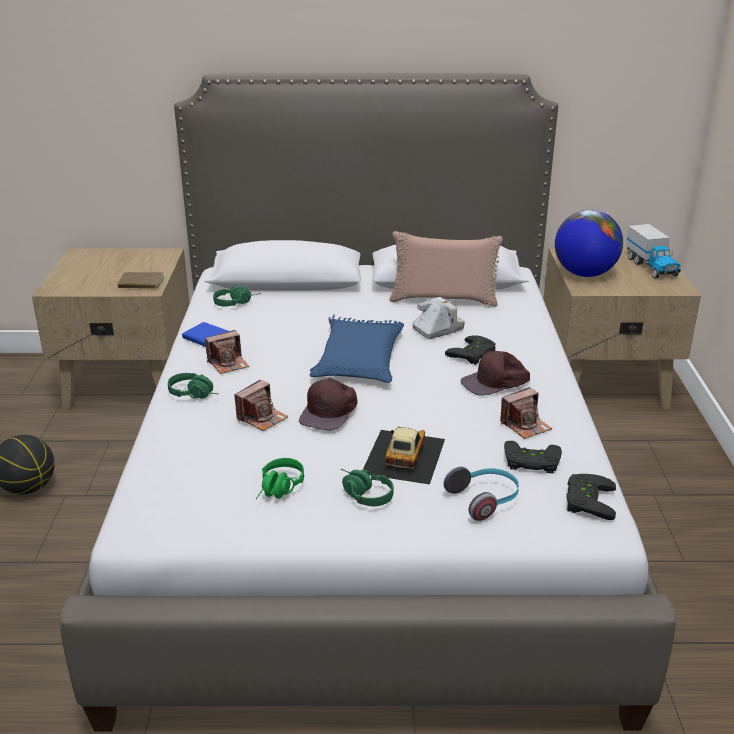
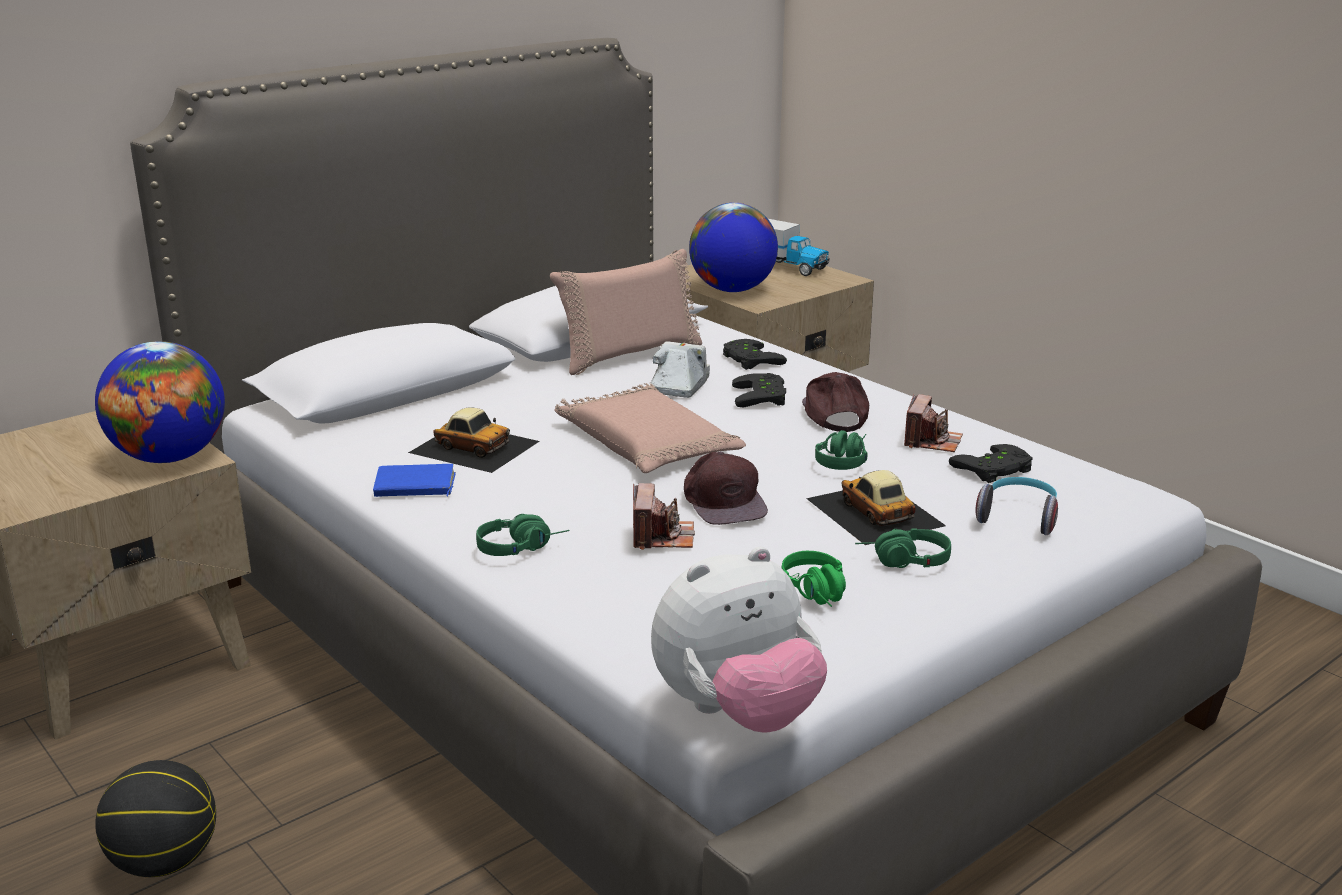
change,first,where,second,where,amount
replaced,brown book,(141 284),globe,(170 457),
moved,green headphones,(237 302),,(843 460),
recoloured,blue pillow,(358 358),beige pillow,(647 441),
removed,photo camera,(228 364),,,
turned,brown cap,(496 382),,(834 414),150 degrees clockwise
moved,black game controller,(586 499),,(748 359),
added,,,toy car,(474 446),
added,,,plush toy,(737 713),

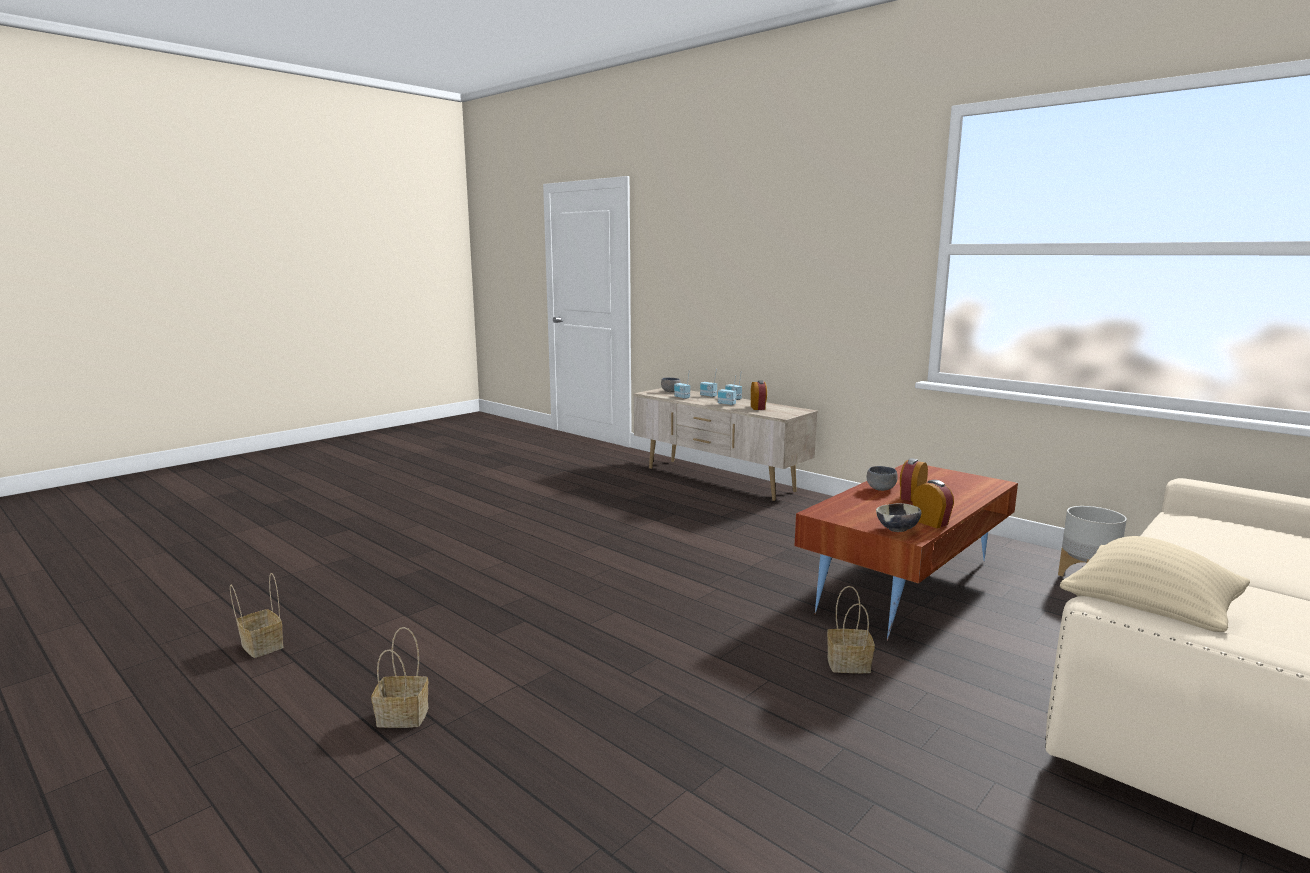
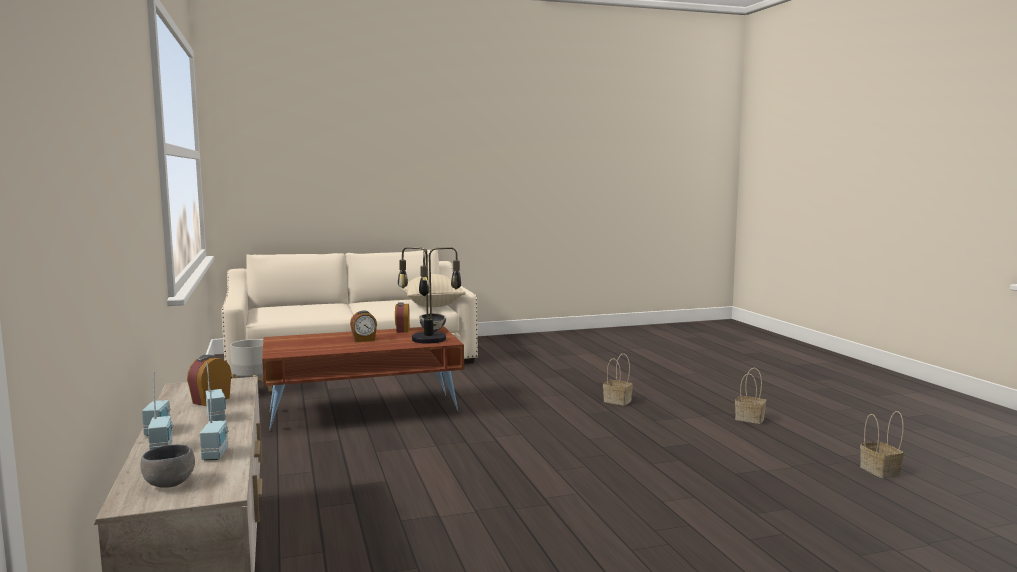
change,first,where,second,where,amount
removed,grey bowl,(881 489),,,
moved,basket,(847 665),,(618 401),
added,,,table lamp,(428 339),

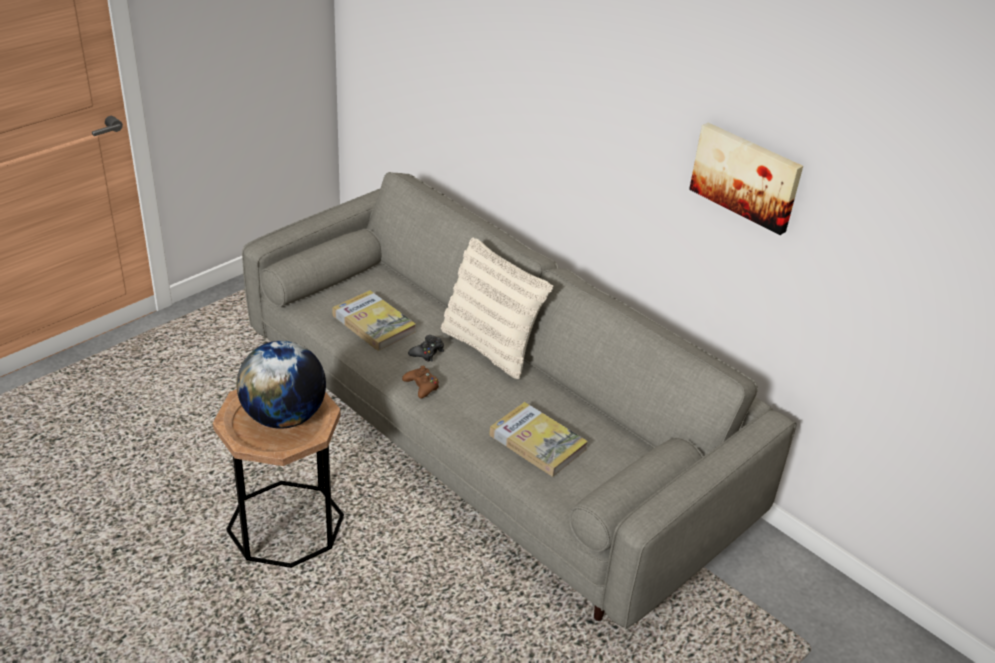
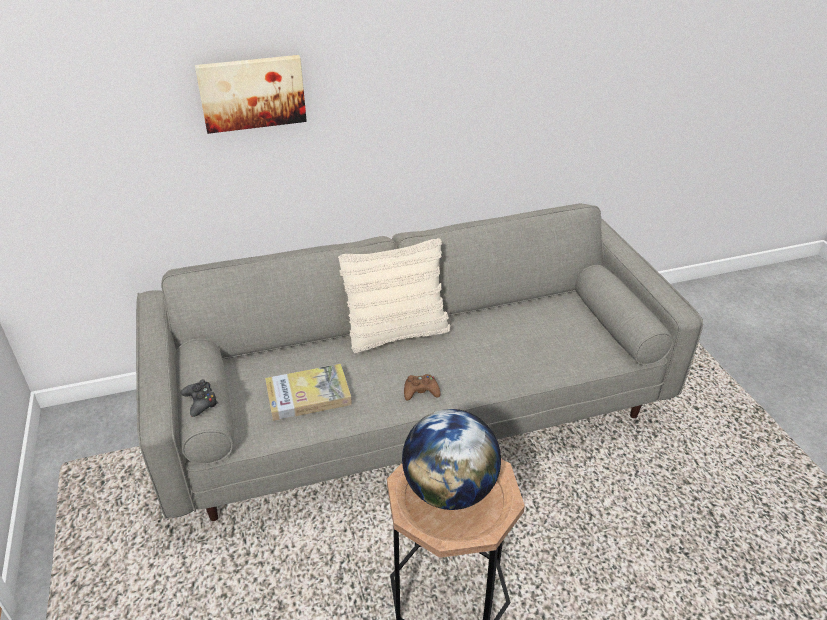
change,first,where,second,where,amount
moved,picture,(746 176),,(252 92),
moved,black game controller,(427 352),,(201 402),
removed,book,(537 442),,,

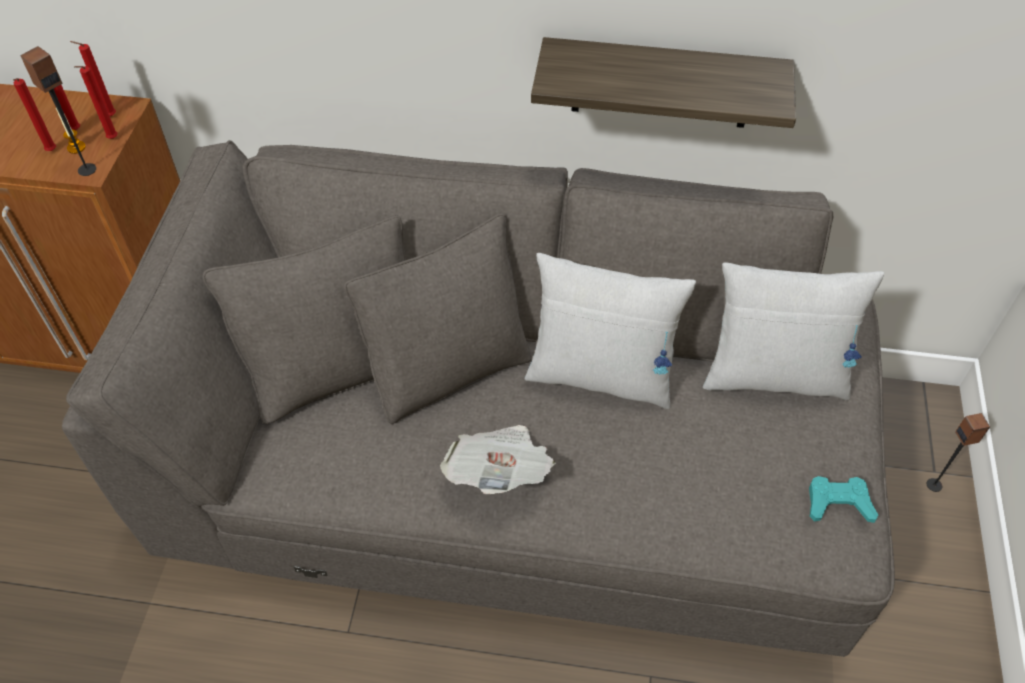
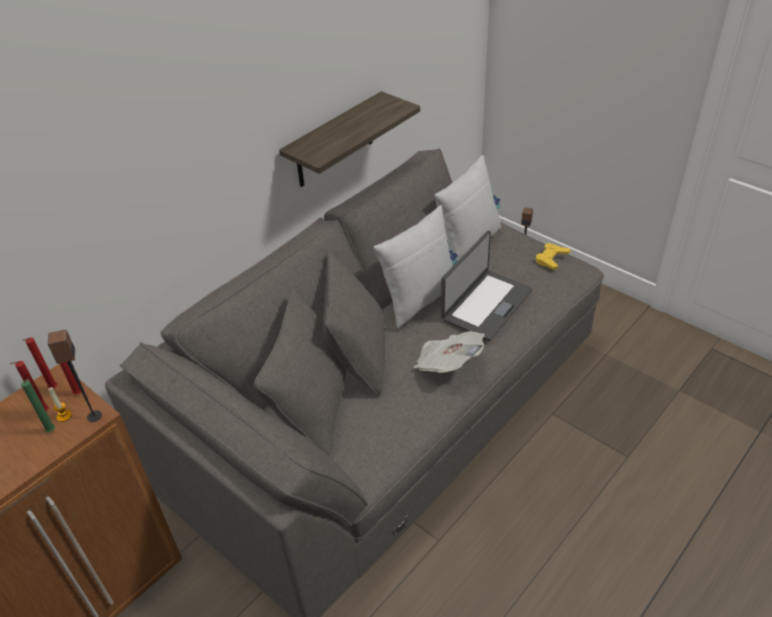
change,first,where,second,where,amount
recoloured,red candle,(51 152),green candle,(52 431),
recoloured,turquoise game controller,(838 503),yellow game controller,(551 259),
added,,,laptop,(486 304),

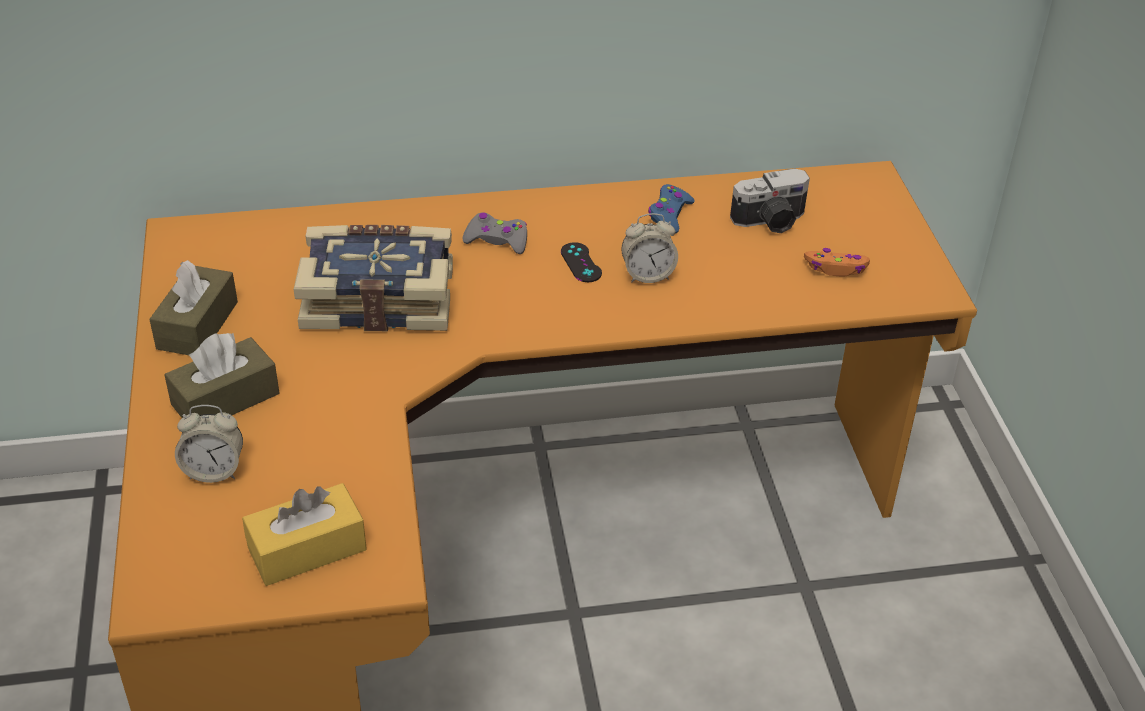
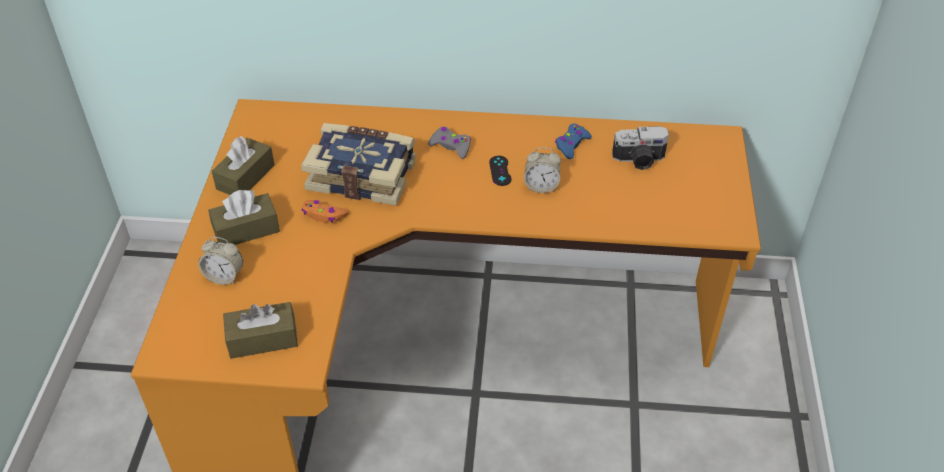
change,first,where,second,where,amount
moved,orange game controller,(836 268),,(324 215),
recoloured,yellow tissue box,(307 549),brown tissue box,(262 339),

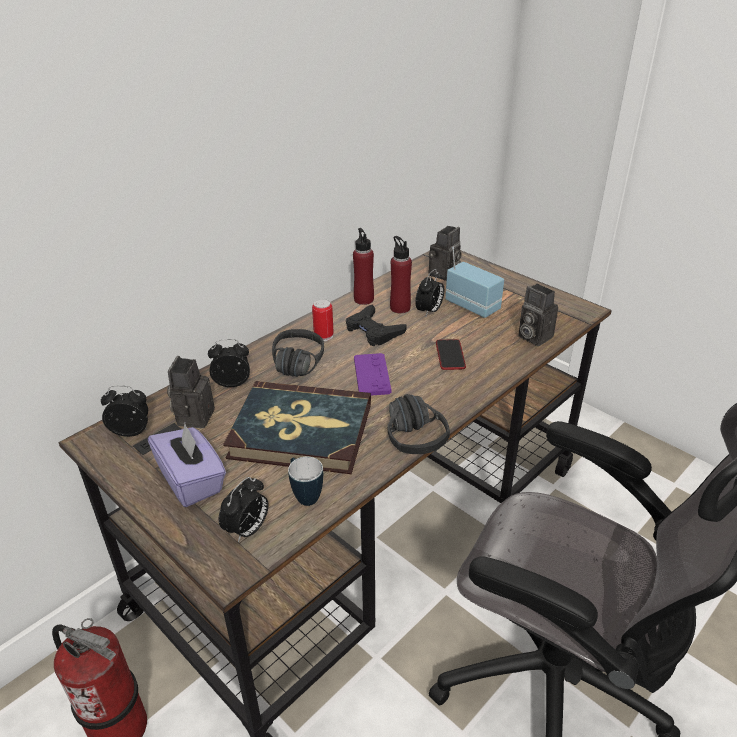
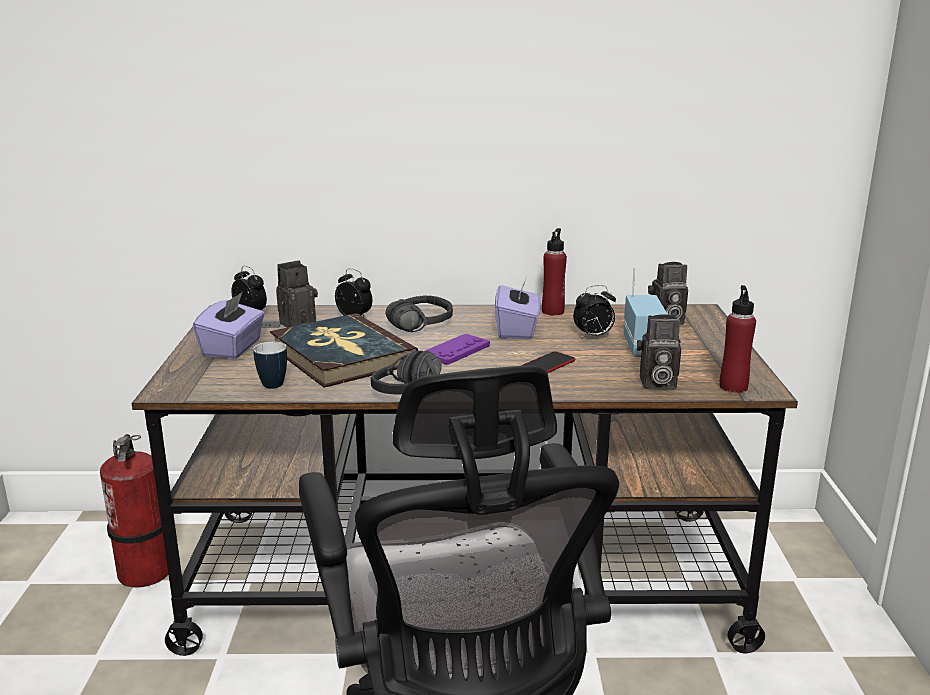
change,first,where,second,where,amount
moved,red bottle,(400 308),,(733 387),
turned,photo camera,(532 336),,(655 384),90 degrees counterclockwise
removed,can,(323 336),,,
replaced,black game controller,(373 331),purple tissue box,(517 330),
removed,alarm clock,(247 530),,,

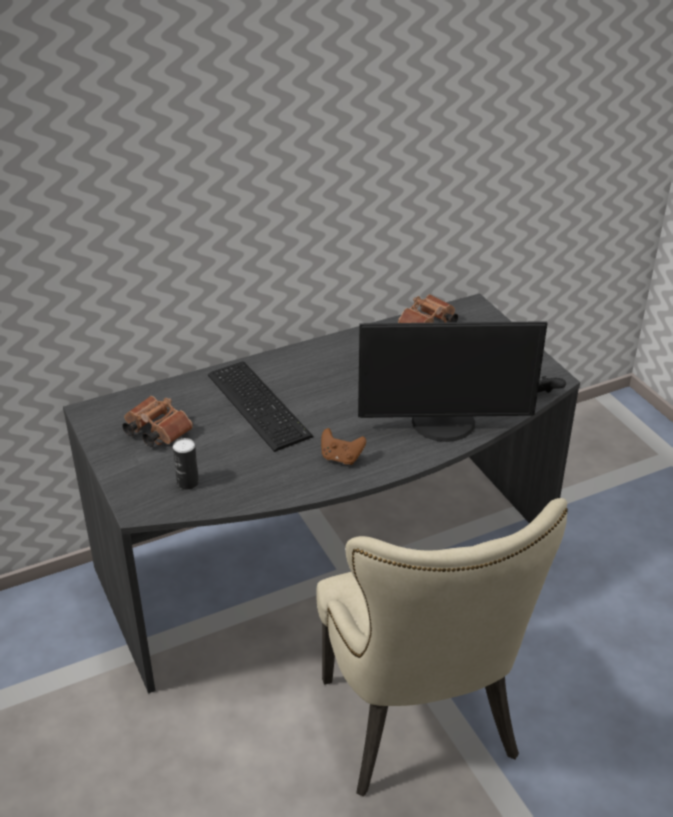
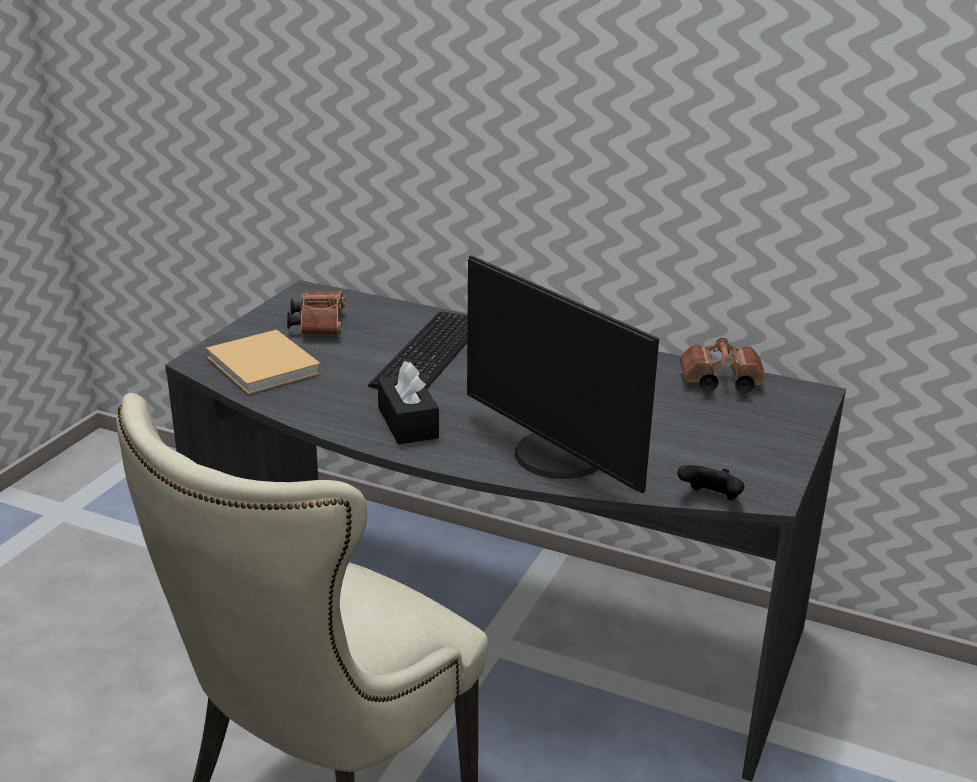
change,first,where,second,where,amount
replaced,brown game controller,(341 458),black tissue box,(408 423),
replaced,can,(188 483),beige book,(265 367),

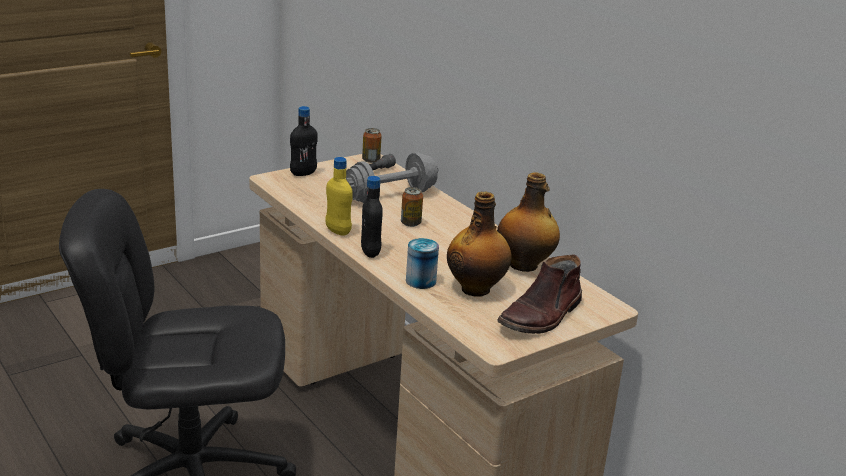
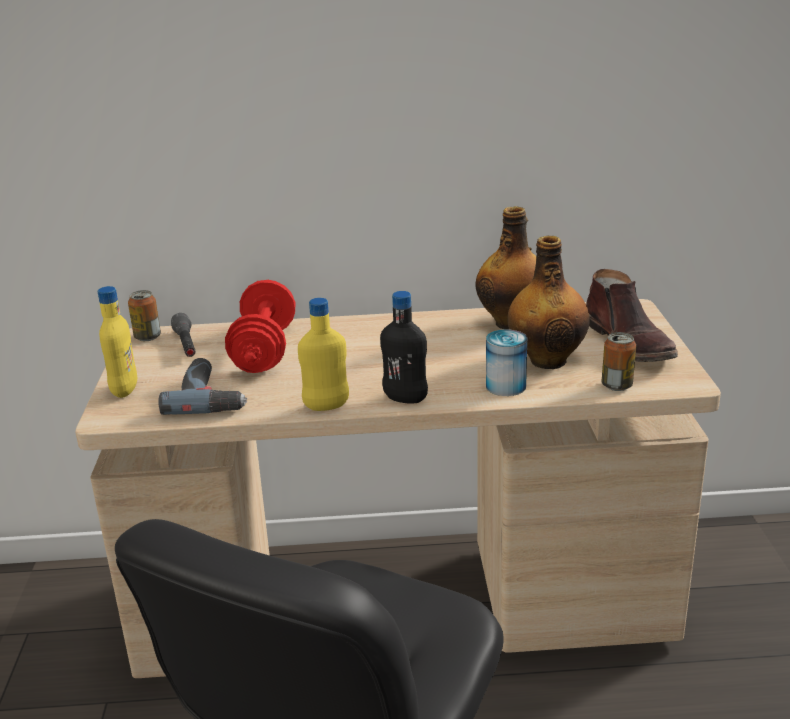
change,first,where,second,where,amount
recoloured,black bottle,(303 173),yellow bottle,(124 390),
recoloured,grey dumbbell,(390 195),red dumbbell,(264 350),
moved,can,(410 223),,(617 385),
added,,,power drill,(211 396),

